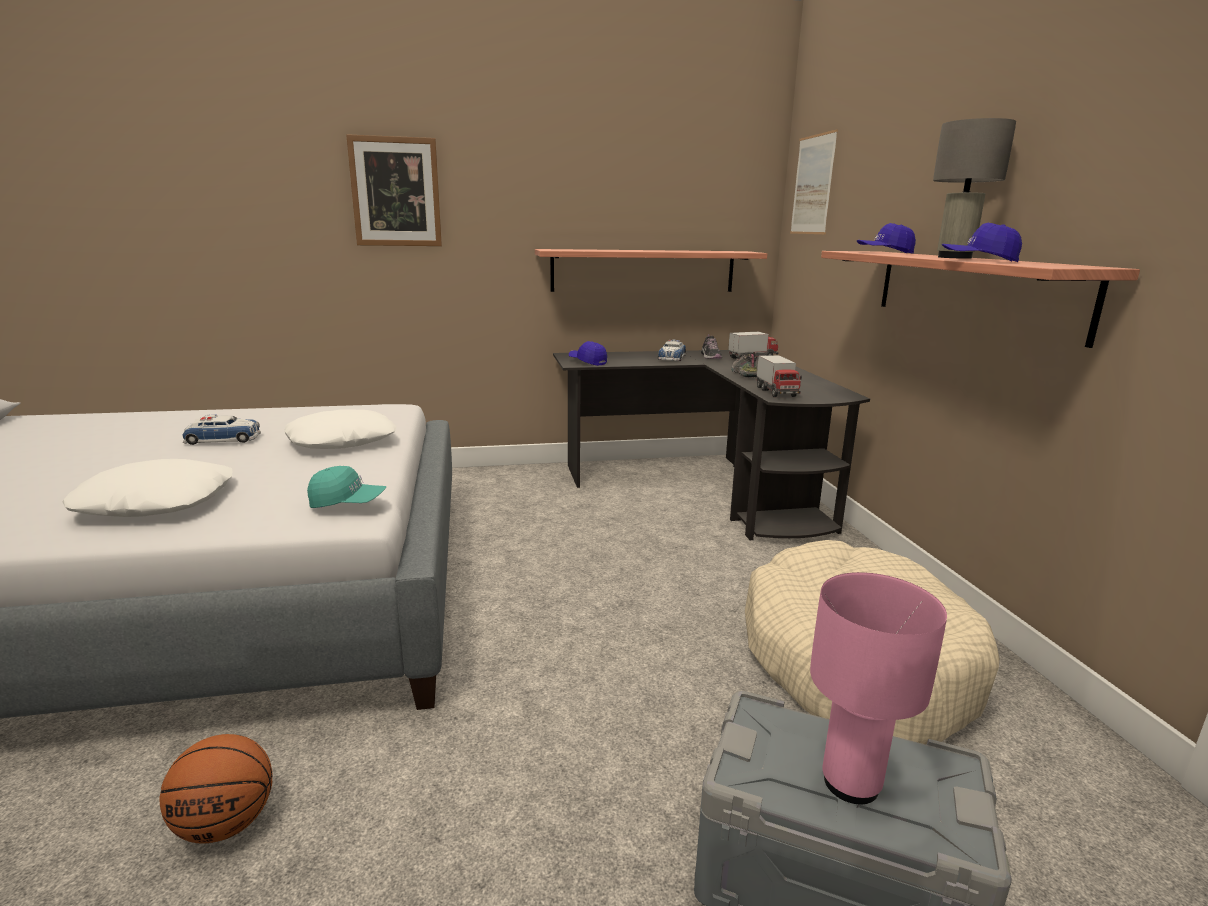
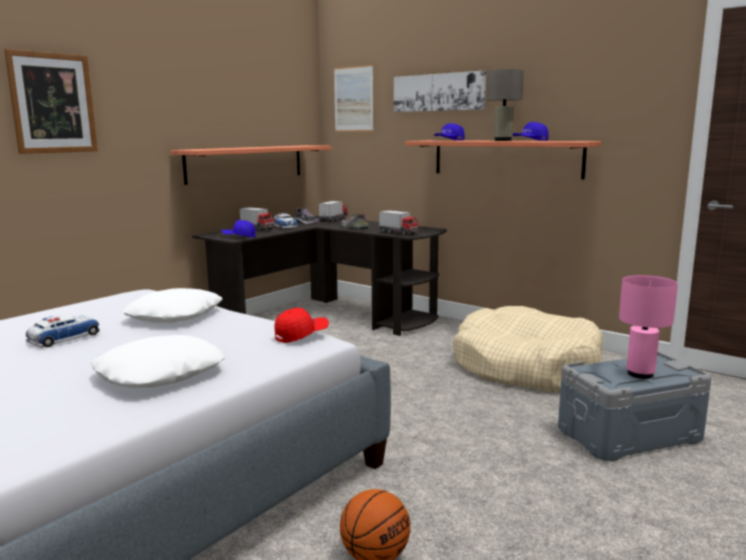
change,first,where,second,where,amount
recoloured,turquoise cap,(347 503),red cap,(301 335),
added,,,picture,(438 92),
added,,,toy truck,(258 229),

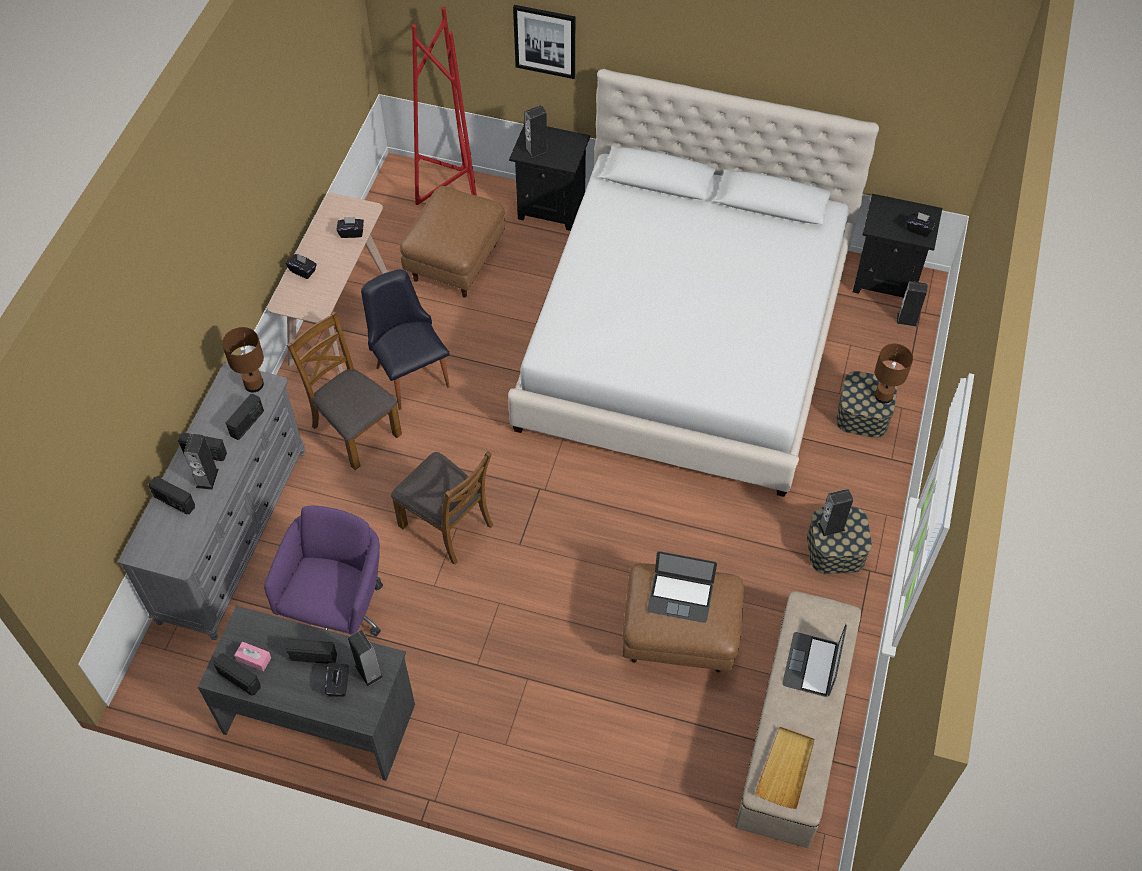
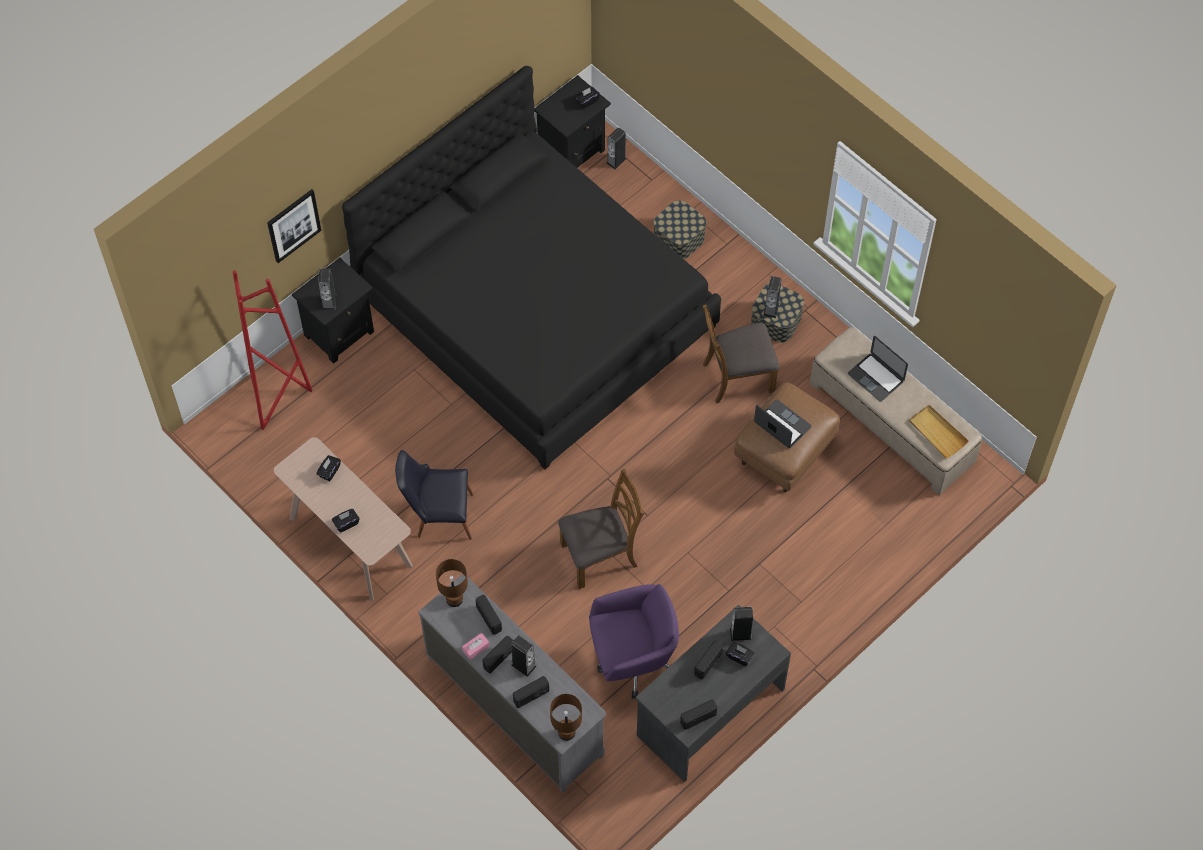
change,first,where,second,where,amount
recoloured,white bed,(685 338),black bed,(535 311),
removed,brown ottoman,(455 262),,,
moved,brown chair,(355 430),,(737 377),
moved,brown table lamp,(883 396),,(566 733),
turned,purple office chair,(339 615),,(633 663),120 degrees clockwise
turned,laptop,(680 597),,(782 424),90 degrees counterclockwise
moved,pink tissue box,(254 659),,(476 648),

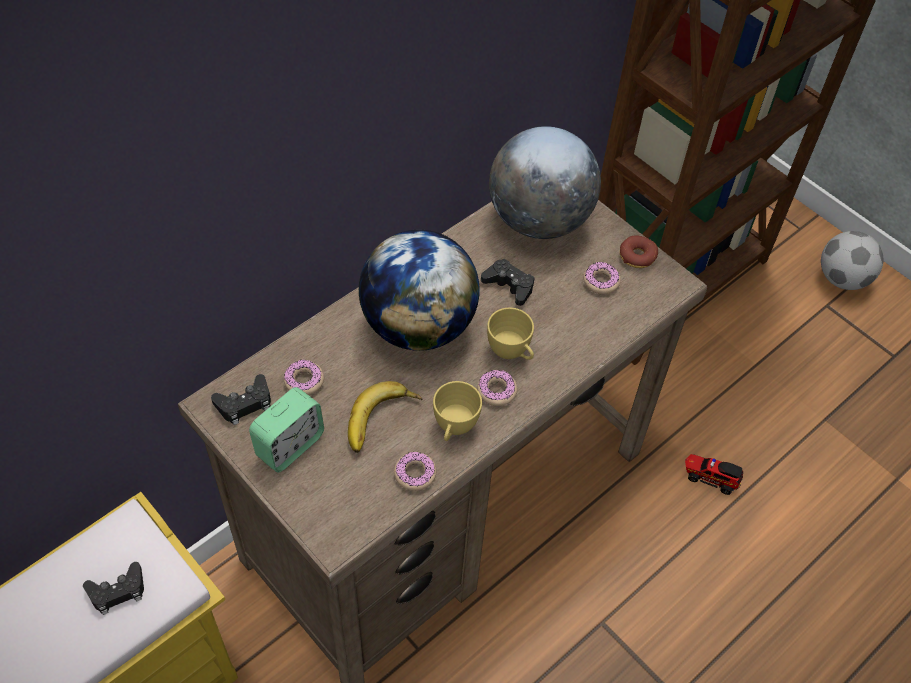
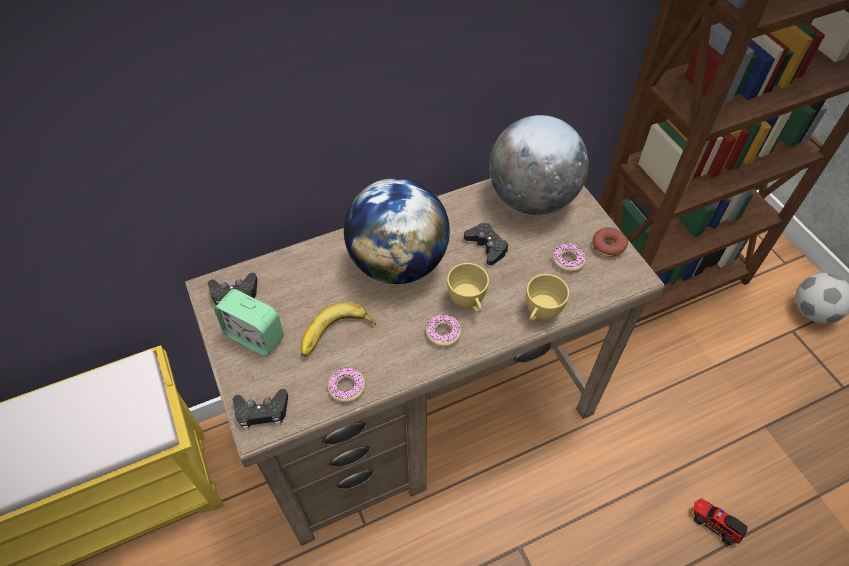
change,first,where,second,where,amount
removed,donut,(304 381),,,
moved,yellow cup,(454 428),,(540 314),
turned,alarm clock,(290 445),,(255 336),60 degrees clockwise
moved,toy truck,(710 477),,(714 523),
moved,black game controller,(117 591),,(262 412),

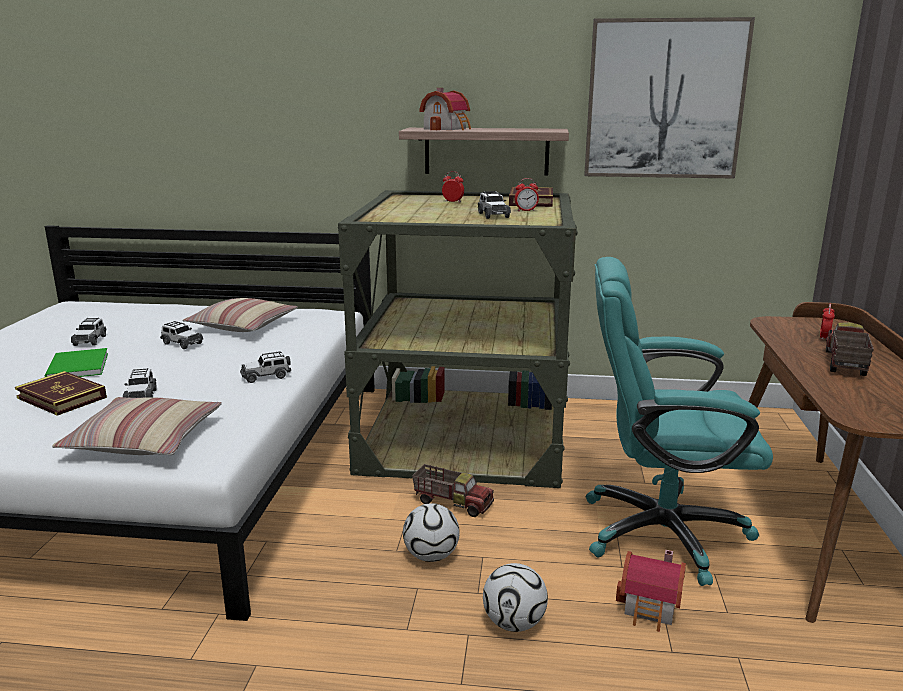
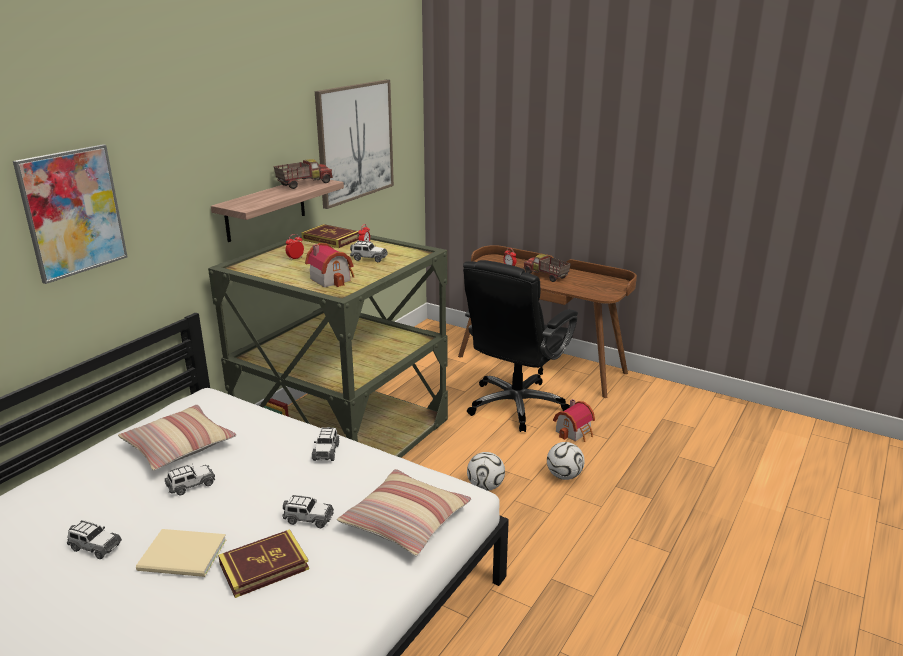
change,first,where,second,where,amount
moved,toy house,(448 128),,(332 279),
recoloured,turquoise office chair,(663 532),black office chair,(516 404),
recoloured,green book,(76 367),beige book,(184 556),
moved,toy truck,(452 503),,(304 184),
added,,,picture,(73 212),

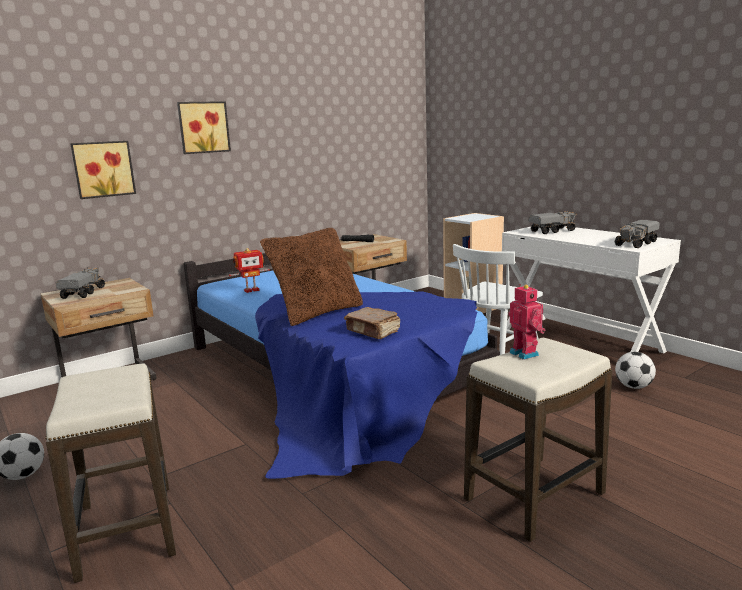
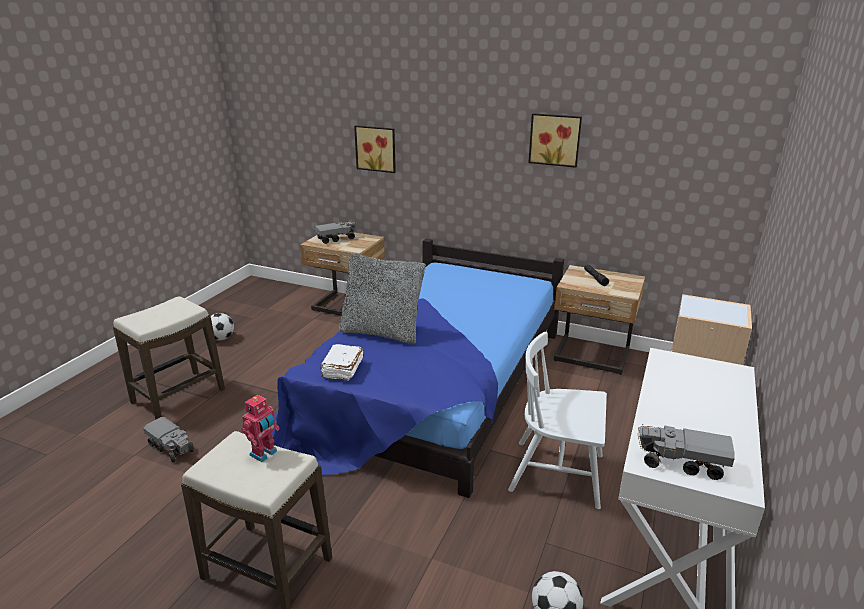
change,first,where,second,where,amount
moved,picture,(203 127),,(555 139),
moved,toy truck,(552 231),,(172 448),
recoloured,brown pillow,(317 311),grey pillow,(382 330),
removed,toy robot,(251 290),,,
recoloured,brown book,(373 331),white book,(342 369),

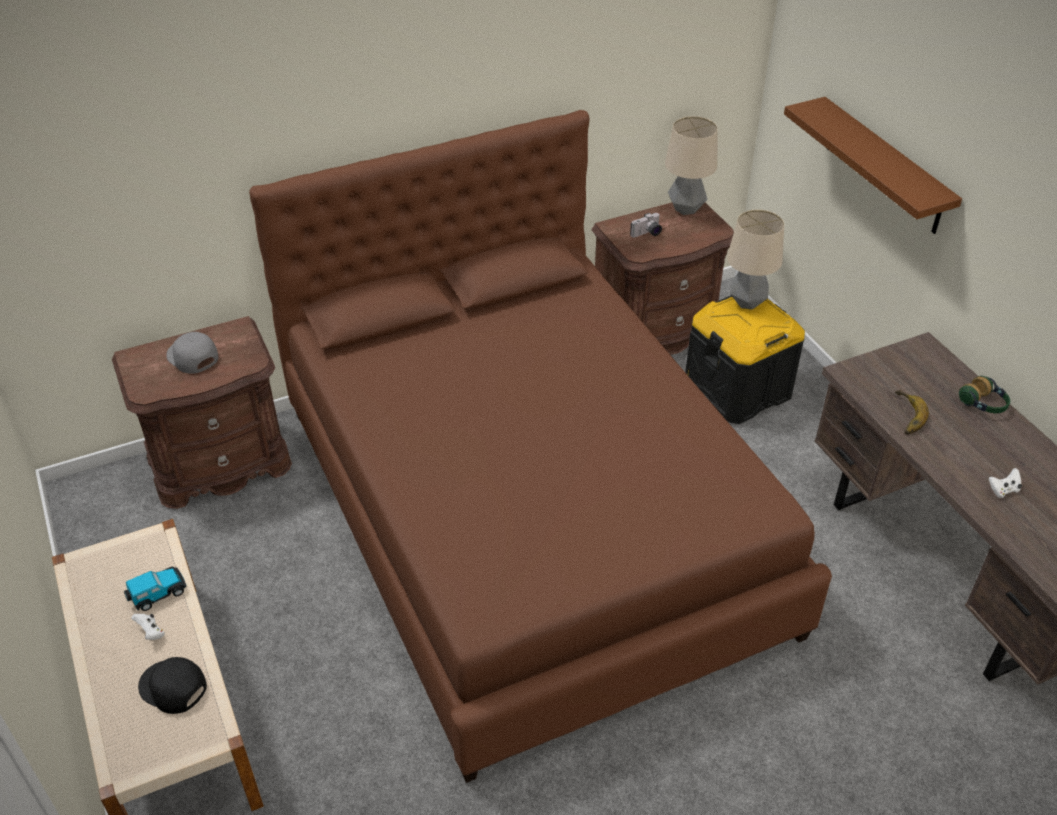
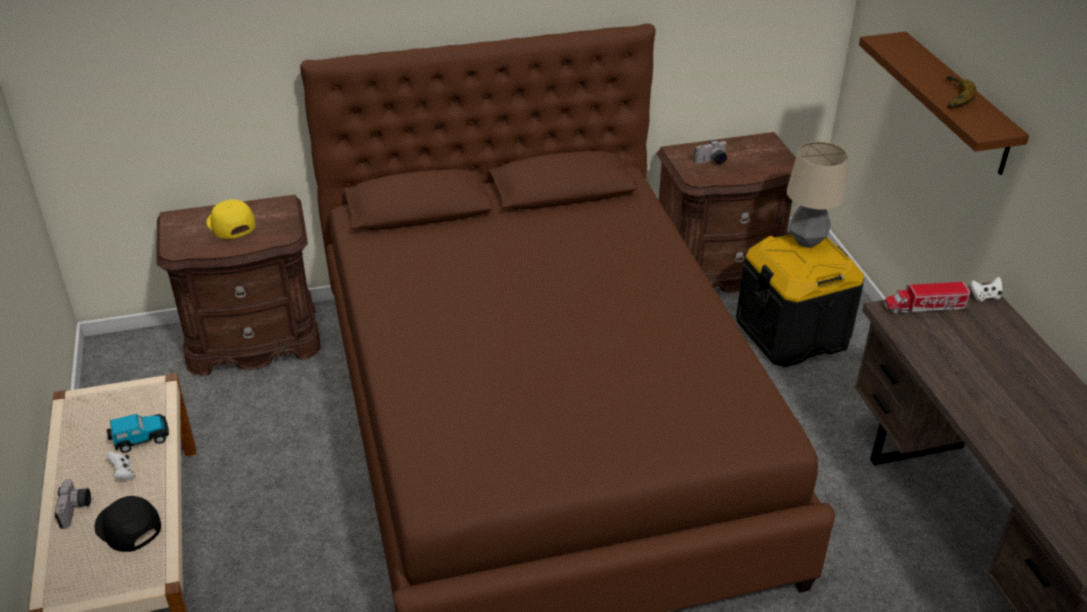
change,first,where,second,where,amount
removed,table lamp,(686 209),,,
recoloured,grey cap,(192 357),yellow cap,(230 224),
removed,headphones,(983 404),,,
moved,banana,(904 415),,(951 96),
moved,white game controller,(1003 490),,(984 296),
added,,,toy truck,(924 307),
added,,,photo camera,(76 510),

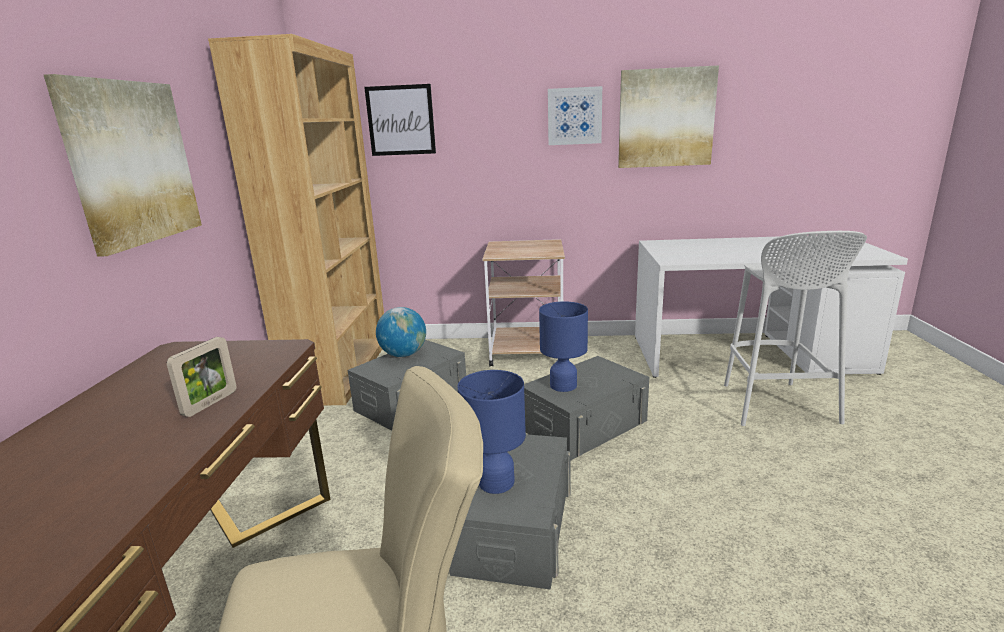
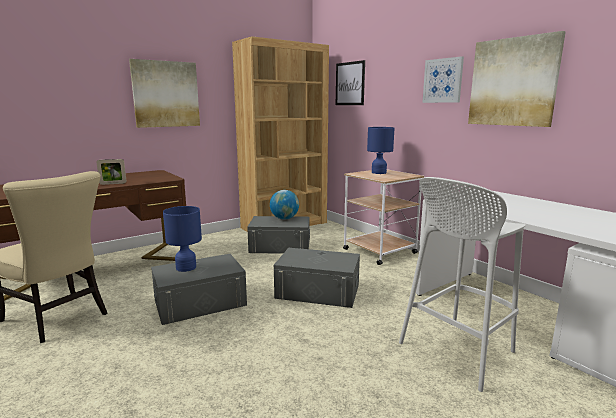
change,first,where,second,where,amount
moved,blue table lamp,(563 385),,(379 172),

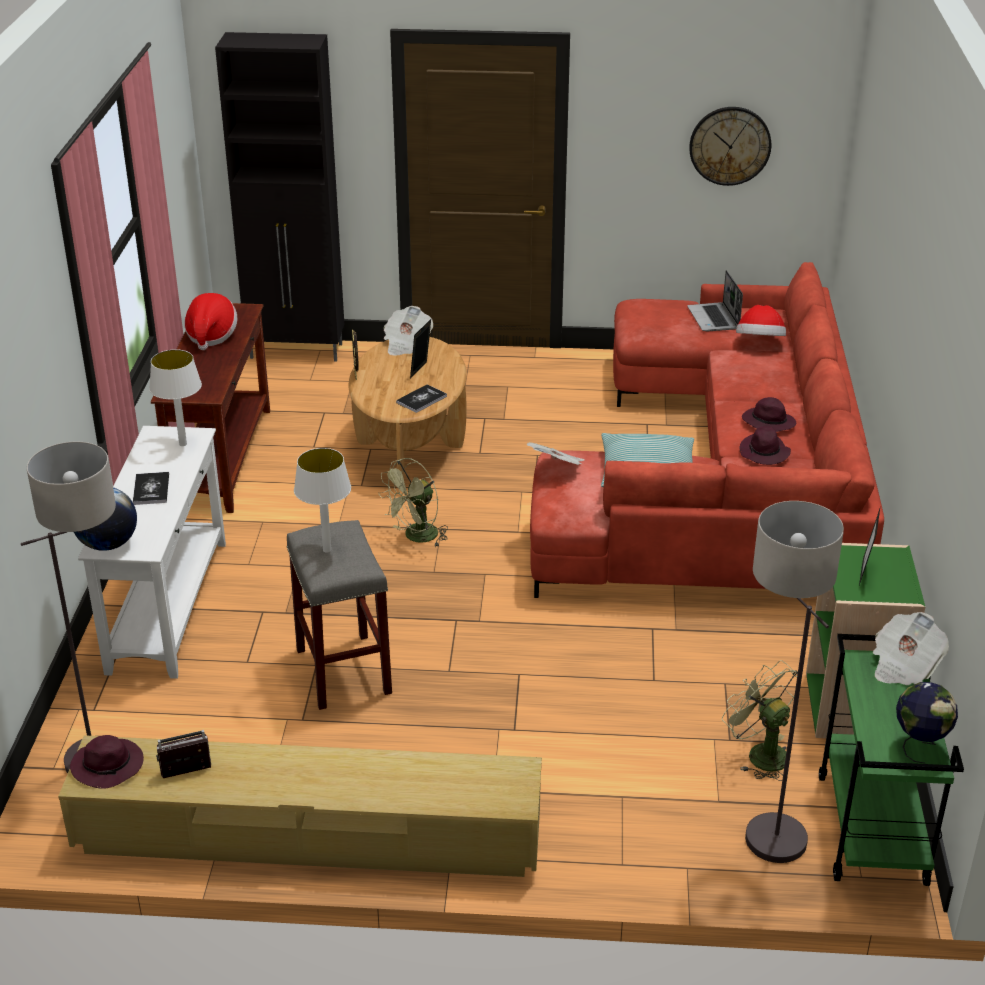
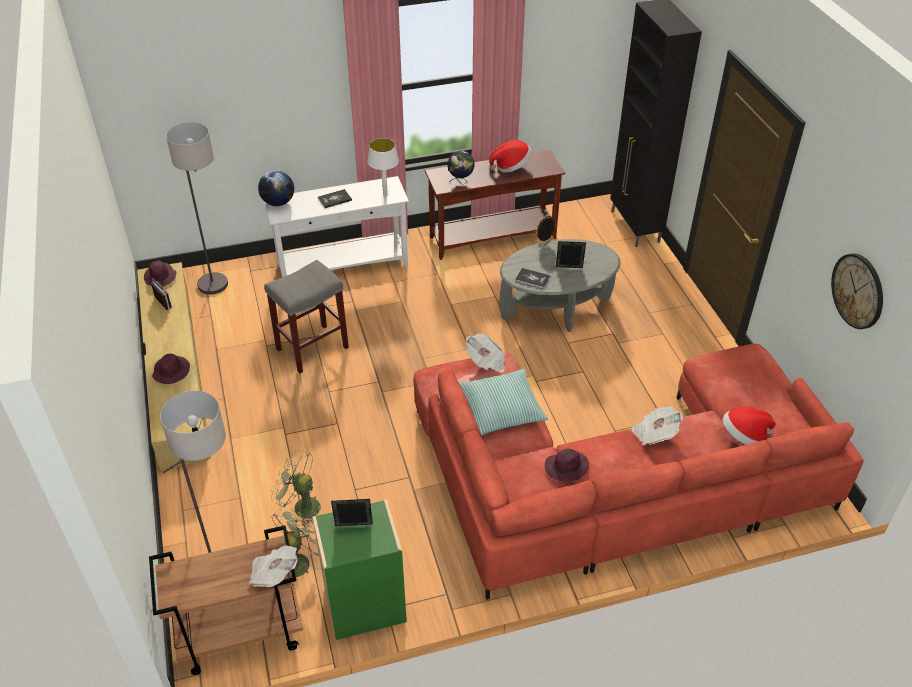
change,first,where,second,where,amount
removed,laptop,(714 319),,,
moved,newspaper,(406 344),,(654 433),
recoloured,brown coffee table,(410 445),grey coffee table,(556 308),
moved,purple hat,(767 423),,(171 371),
removed,white table lamp,(327 549),,,
moved,green fan,(416 537),,(301 506),
recoloured,green cart,(873 830),brown cart,(240 636),
moved,globe,(919 745),,(461 182),

